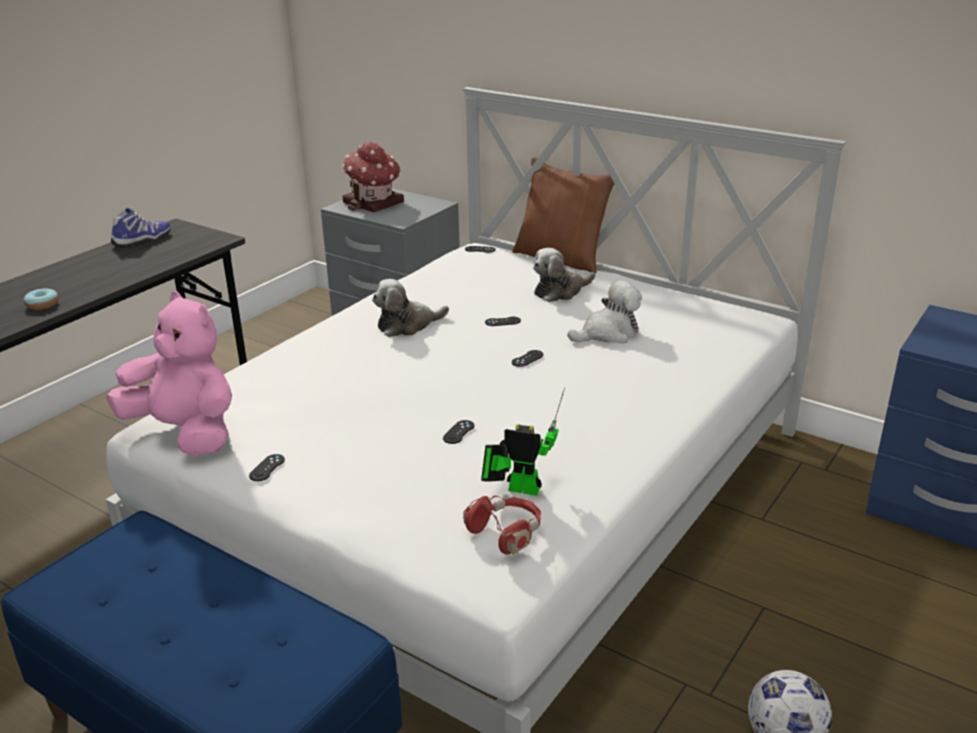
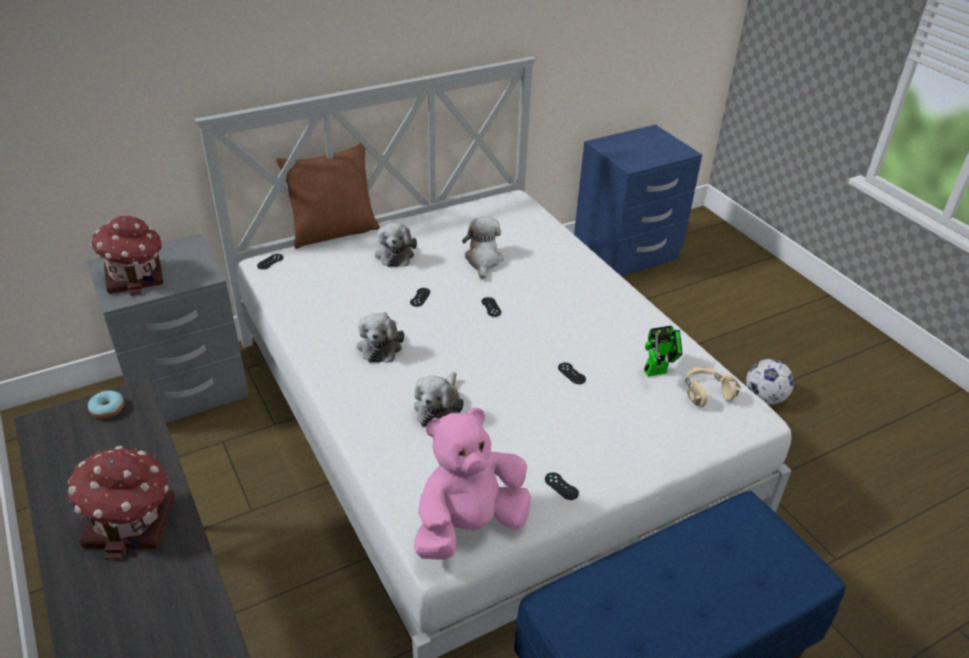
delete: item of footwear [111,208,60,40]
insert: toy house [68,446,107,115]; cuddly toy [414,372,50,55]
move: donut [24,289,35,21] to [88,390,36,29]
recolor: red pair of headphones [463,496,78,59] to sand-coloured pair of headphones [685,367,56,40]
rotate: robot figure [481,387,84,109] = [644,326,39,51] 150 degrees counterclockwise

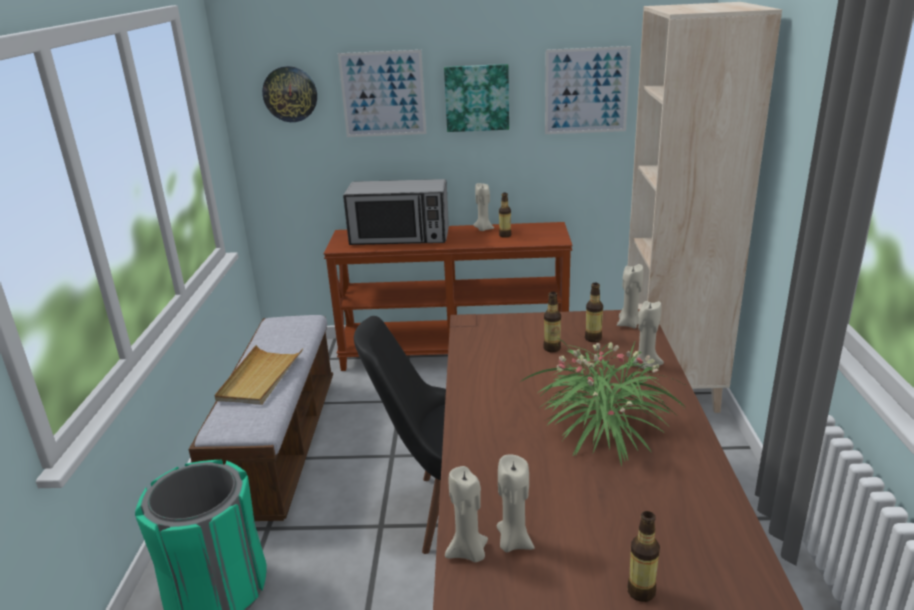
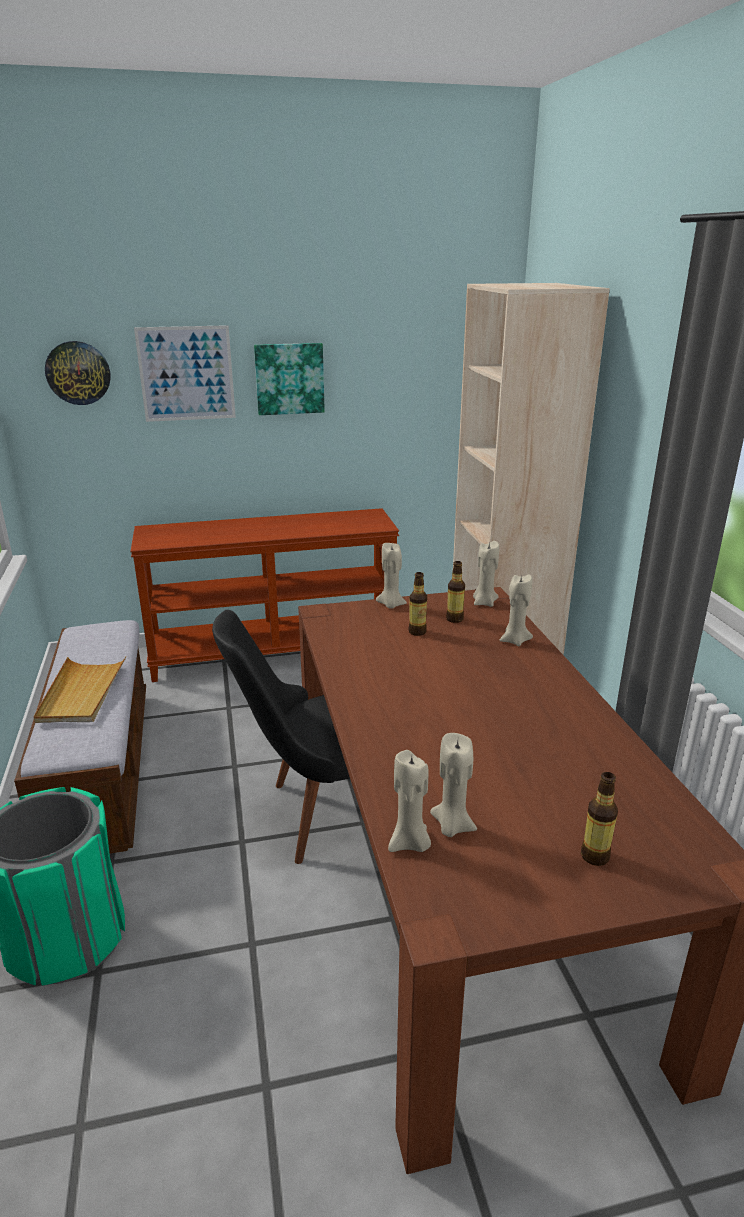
delete: microwave [343,179,106,66]; beverage bottle [499,193,12,45]; plant in a pot [520,338,165,128]; wall picture [545,46,86,88]
move: sand-coloured wax light [473,183,21,48] to [376,543,31,66]

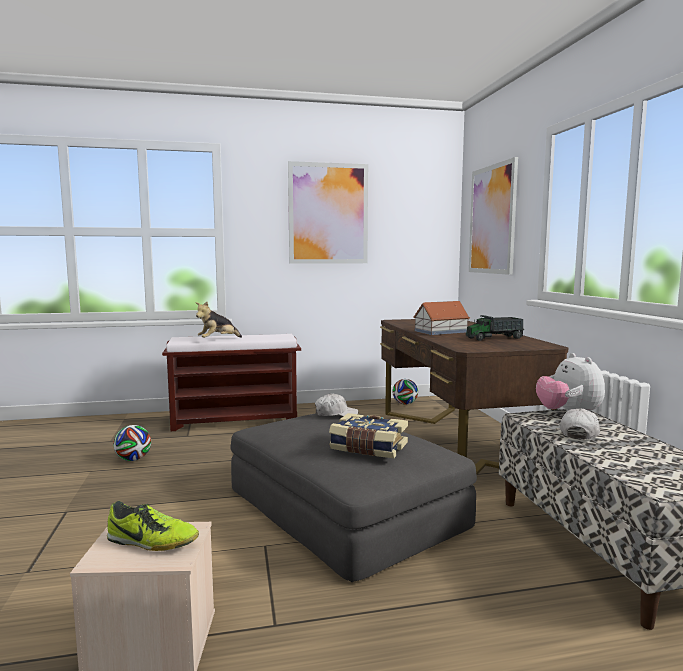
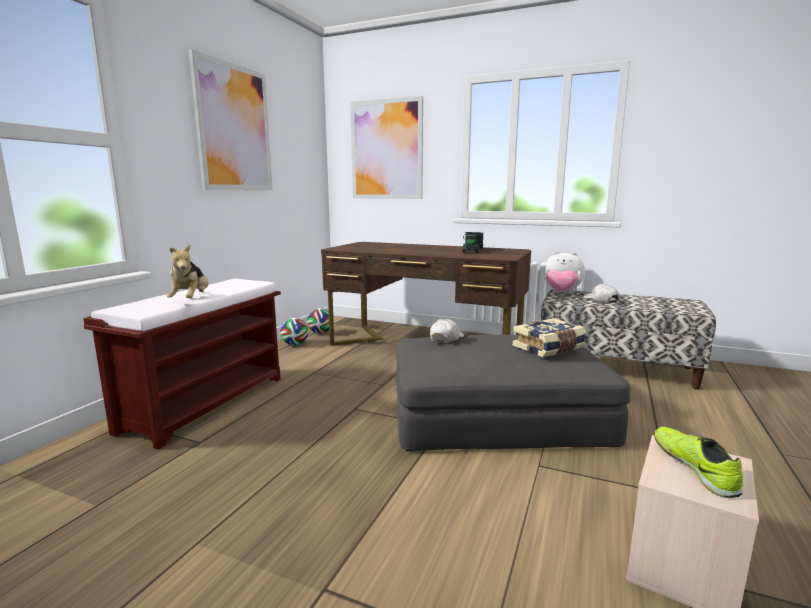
delete: toy house [413,301,57,34]
move: football [113,425,38,36] to [280,318,29,27]
rotate: item of footwear [107,501,92,50] = [654,427,89,71] 60 degrees counterclockwise

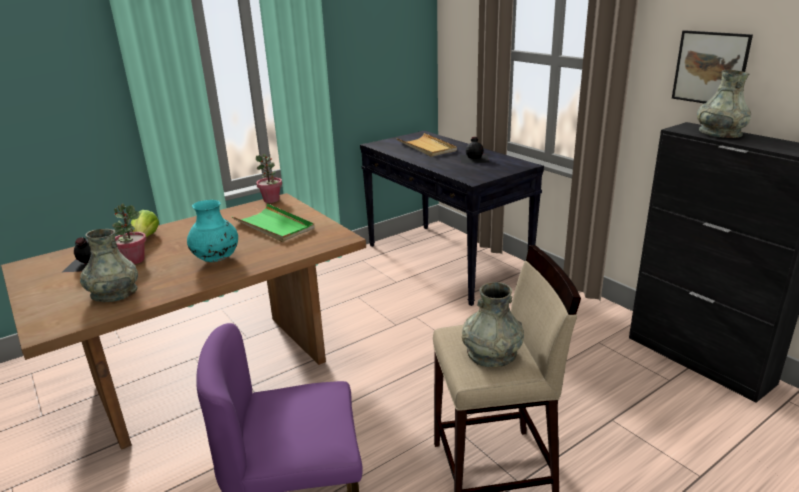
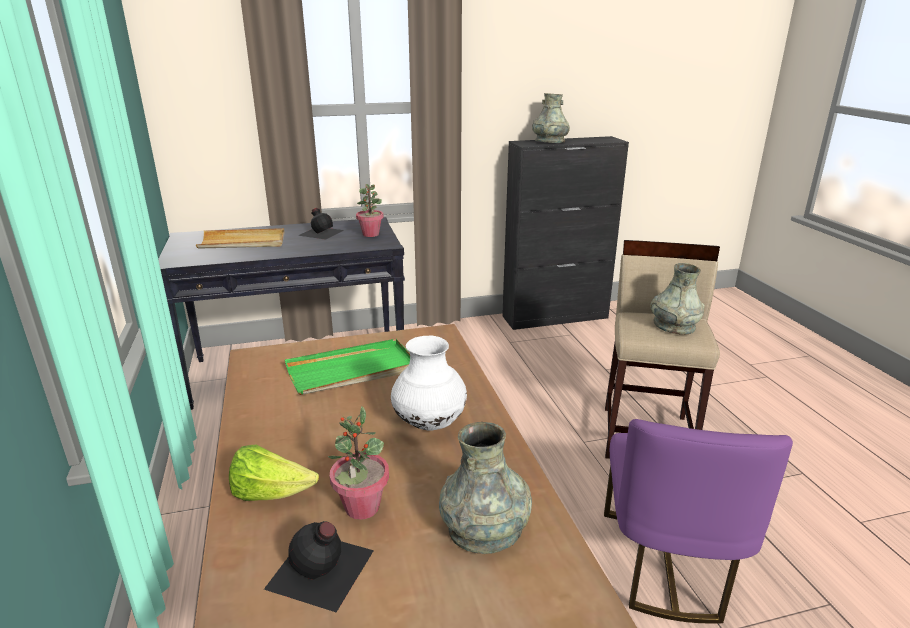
delete: wall picture [672,30,81,73]
move: plant in a pot [256,154,26,49] to [356,184,27,53]
recolor: turquoise-coloured flower vase [187,200,51,62] to whitish flower vase [391,336,76,95]

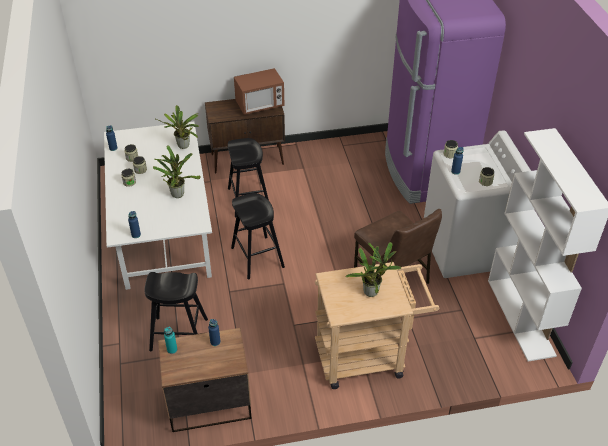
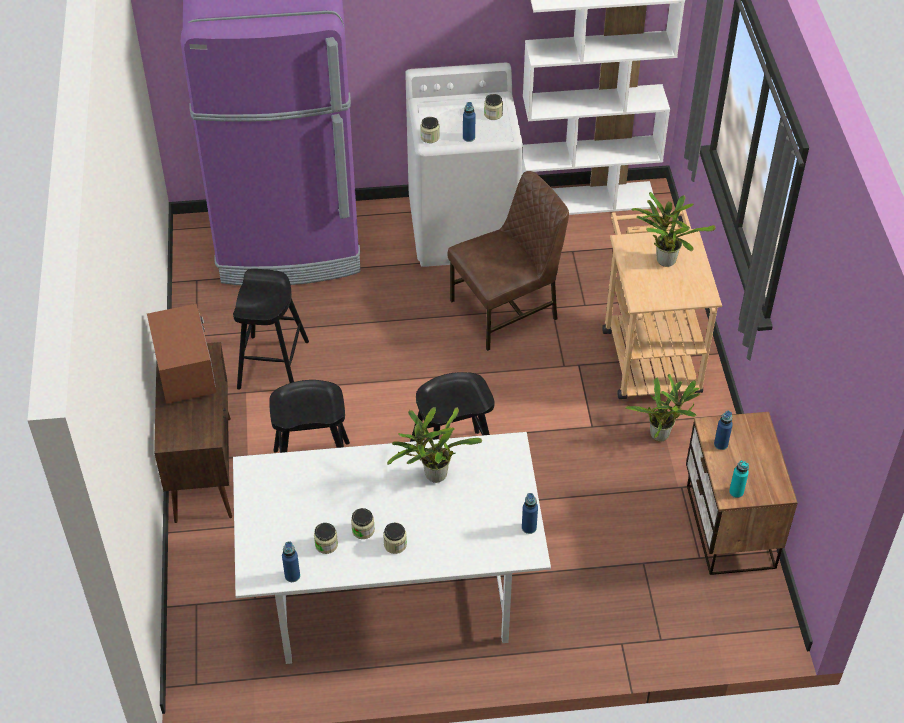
move: black sitting stool [144,272,64,79] to [233,269,76,121]; plant in a pot [154,105,45,44] to [625,374,75,68]

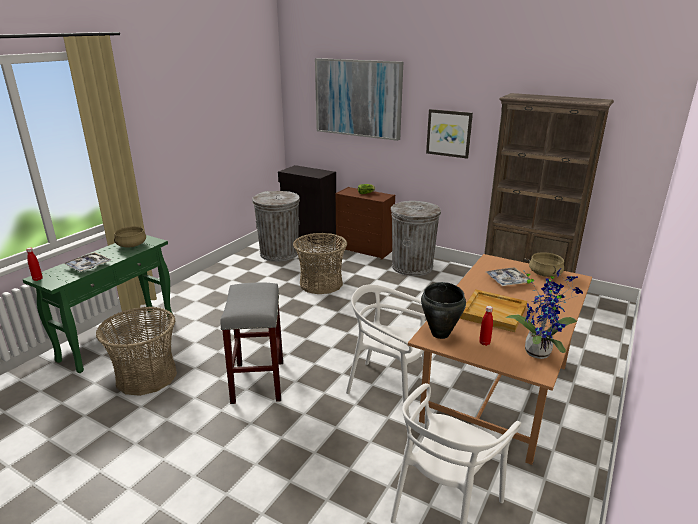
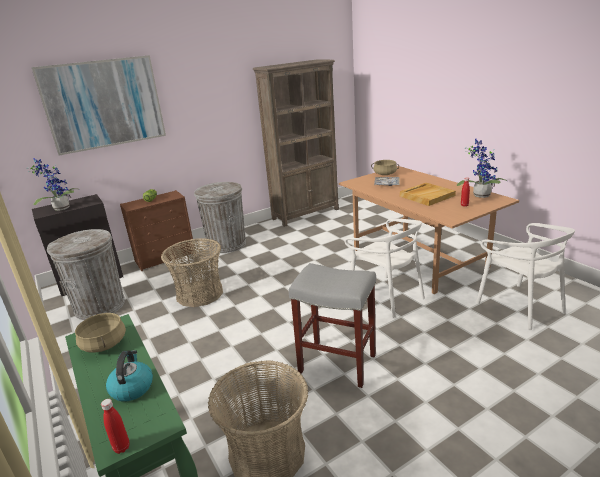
delete: black saucepot [421,282,45,57]; wall picture [426,109,47,50]
insert: plant in a pot [27,158,49,53]
replace: carrying tray [63,252,48,20] to kettle [106,350,47,52]
rotate: whitish upright chair [346,284,80,132] = [344,218,81,99] 90 degrees counterclockwise

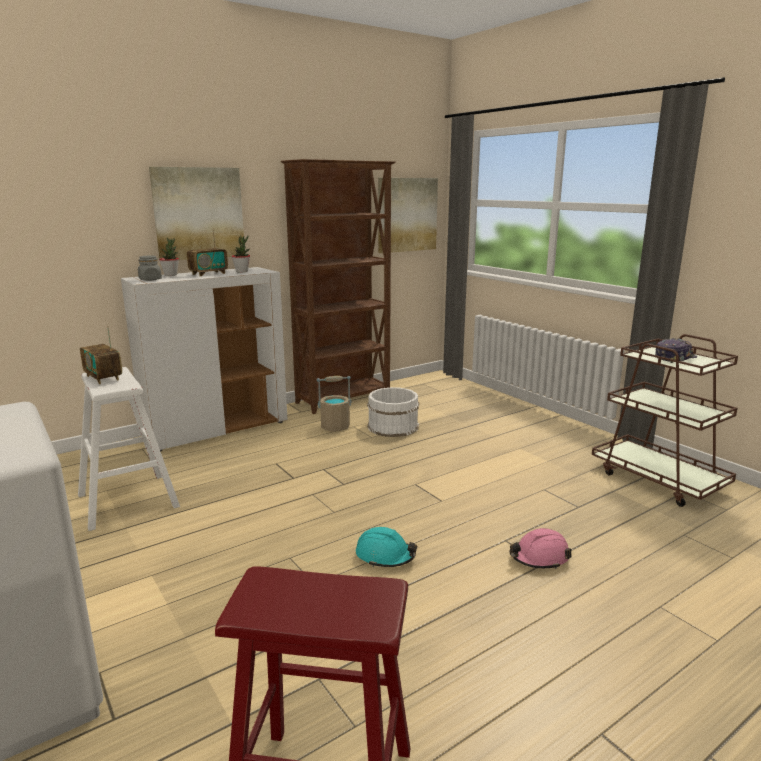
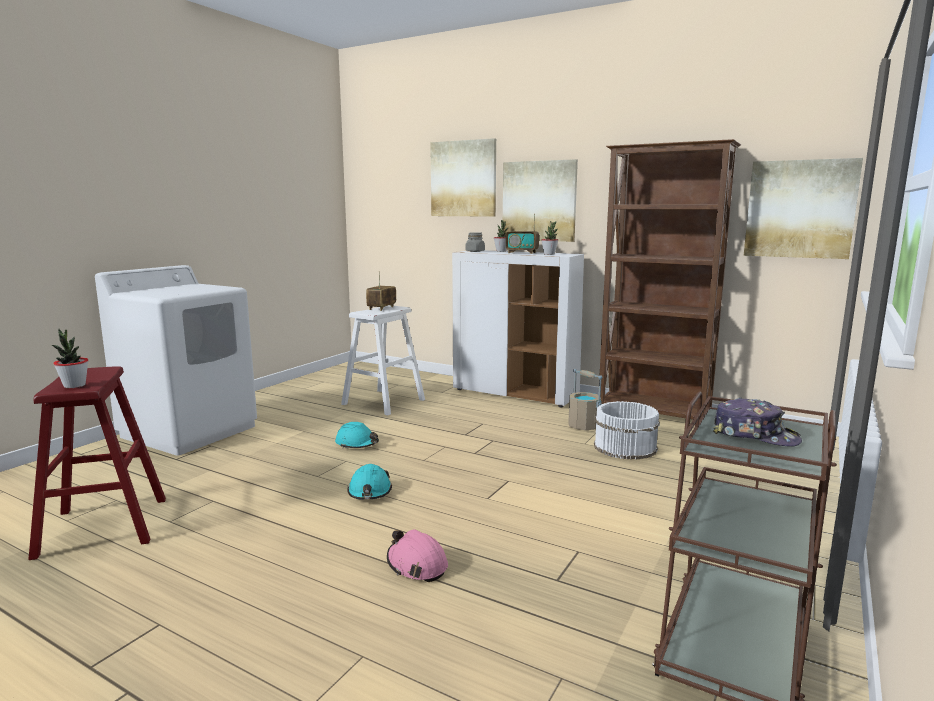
insert: plant in a pot [52,329,36,59]; turquoise-coloured safety helmet [335,422,44,27]; wall picture [430,138,66,79]

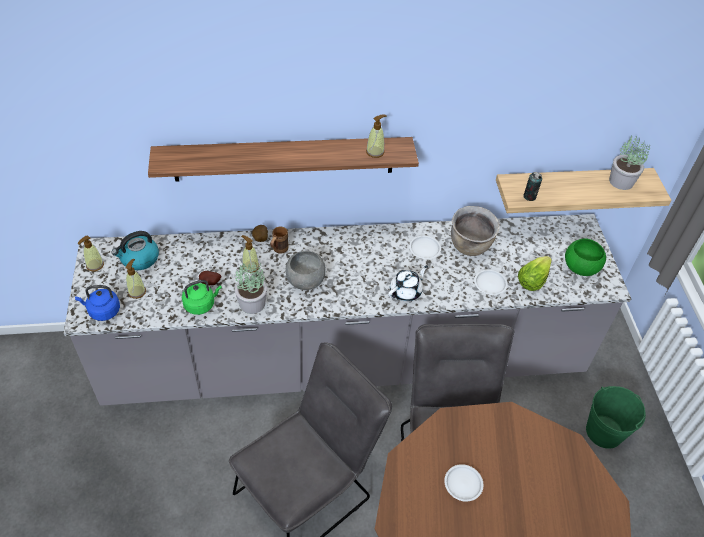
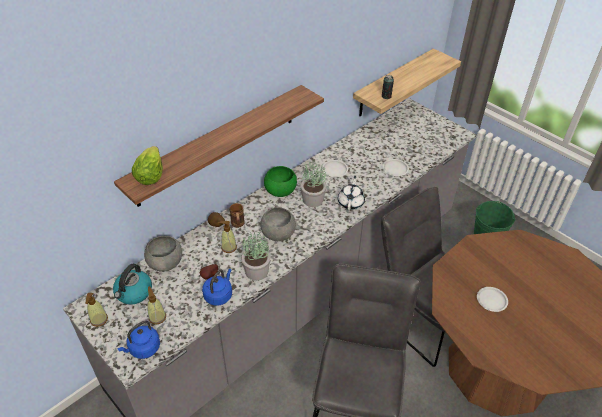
delete: soap bottle [366,115,21,43]; brownish saucepot [451,206,48,50]
insert: gray deep dish [144,236,38,36]
move: lettuce [518,256,34,35] to [132,146,31,39]; green-coloured deep dish [565,238,41,38] to [264,166,33,31]; plant in a pot [609,136,41,54] to [301,163,26,44]
recolor: green-coloured kettle [182,280,40,35] to bluish kettle [202,269,30,37]

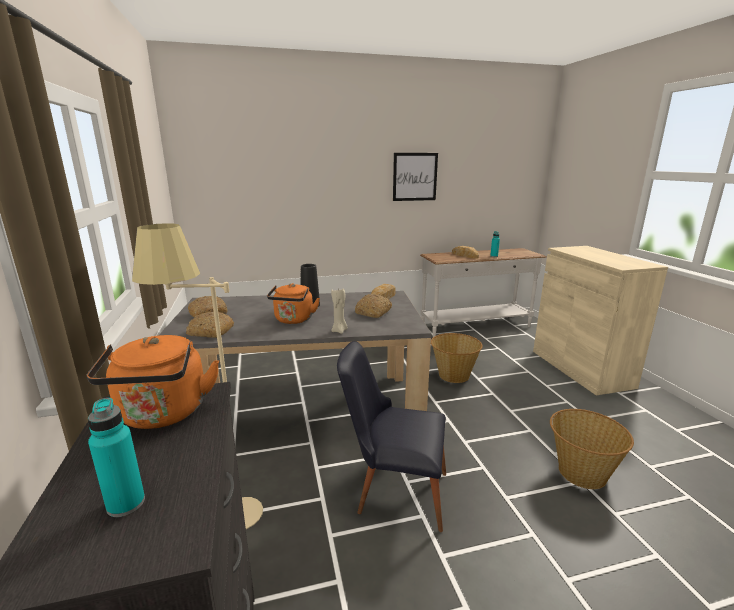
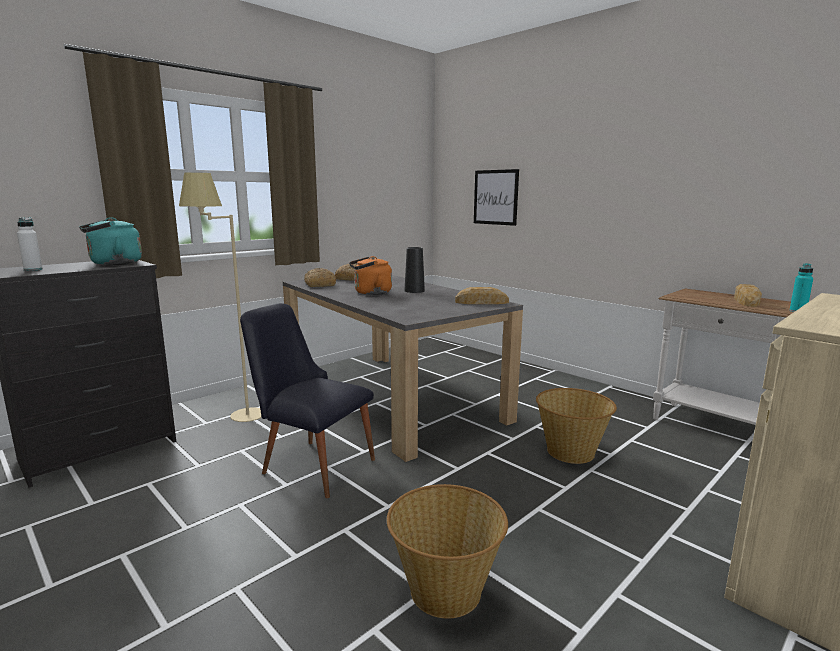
delete: sand-coloured wax light [331,288,17,46]; bread [355,294,37,24]
move: wall picture [393,153,45,48] to [474,169,45,57]
recolor: orange kettle [87,335,132,94] to turquoise-coloured kettle [79,217,63,48]; turquoise-coloured beverage bottle [88,398,57,119] to whitish beverage bottle [17,217,26,54]
rotate: black upright chair [337,341,109,191] = [240,303,135,195] 45 degrees counterclockwise

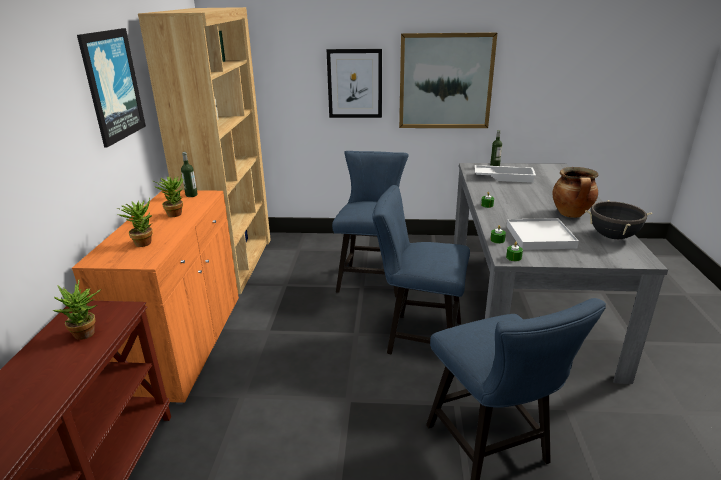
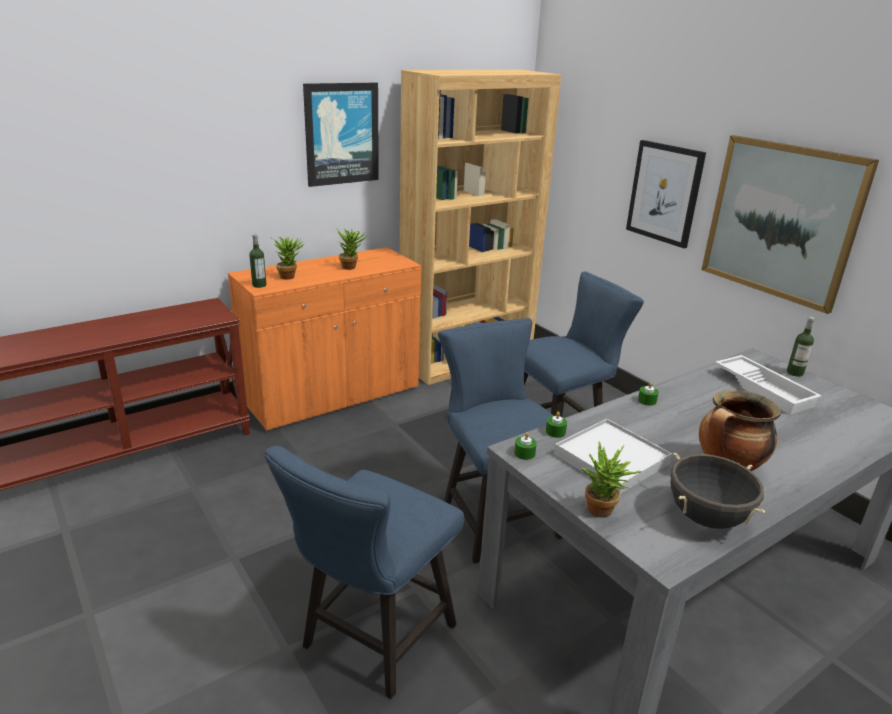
move: plant in a pot [52,279,49,61] to [581,441,61,77]; beverage bottle [181,152,17,45] to [249,234,17,54]

